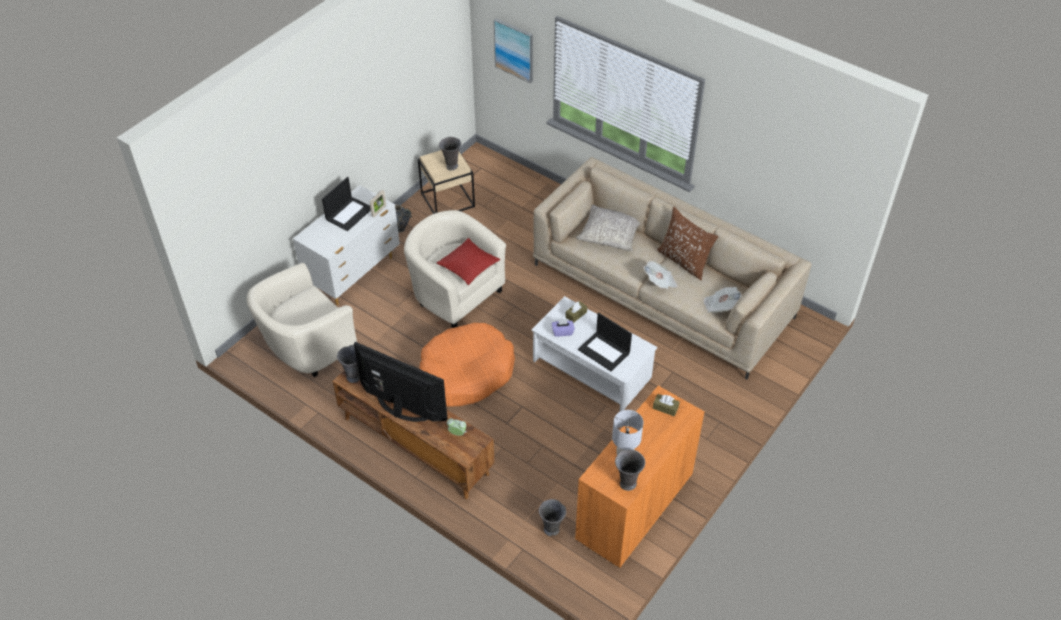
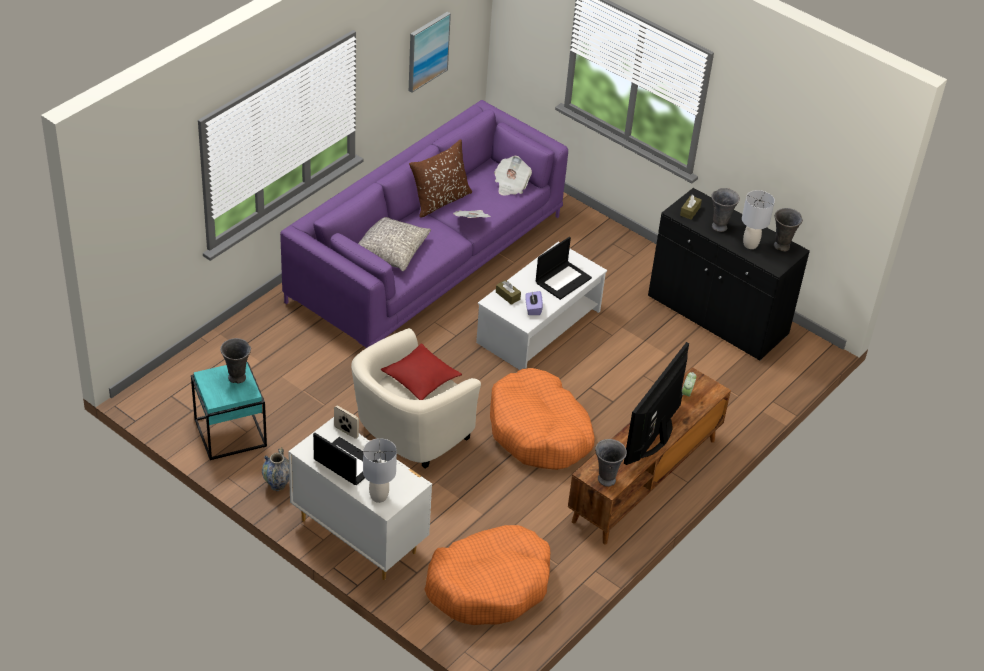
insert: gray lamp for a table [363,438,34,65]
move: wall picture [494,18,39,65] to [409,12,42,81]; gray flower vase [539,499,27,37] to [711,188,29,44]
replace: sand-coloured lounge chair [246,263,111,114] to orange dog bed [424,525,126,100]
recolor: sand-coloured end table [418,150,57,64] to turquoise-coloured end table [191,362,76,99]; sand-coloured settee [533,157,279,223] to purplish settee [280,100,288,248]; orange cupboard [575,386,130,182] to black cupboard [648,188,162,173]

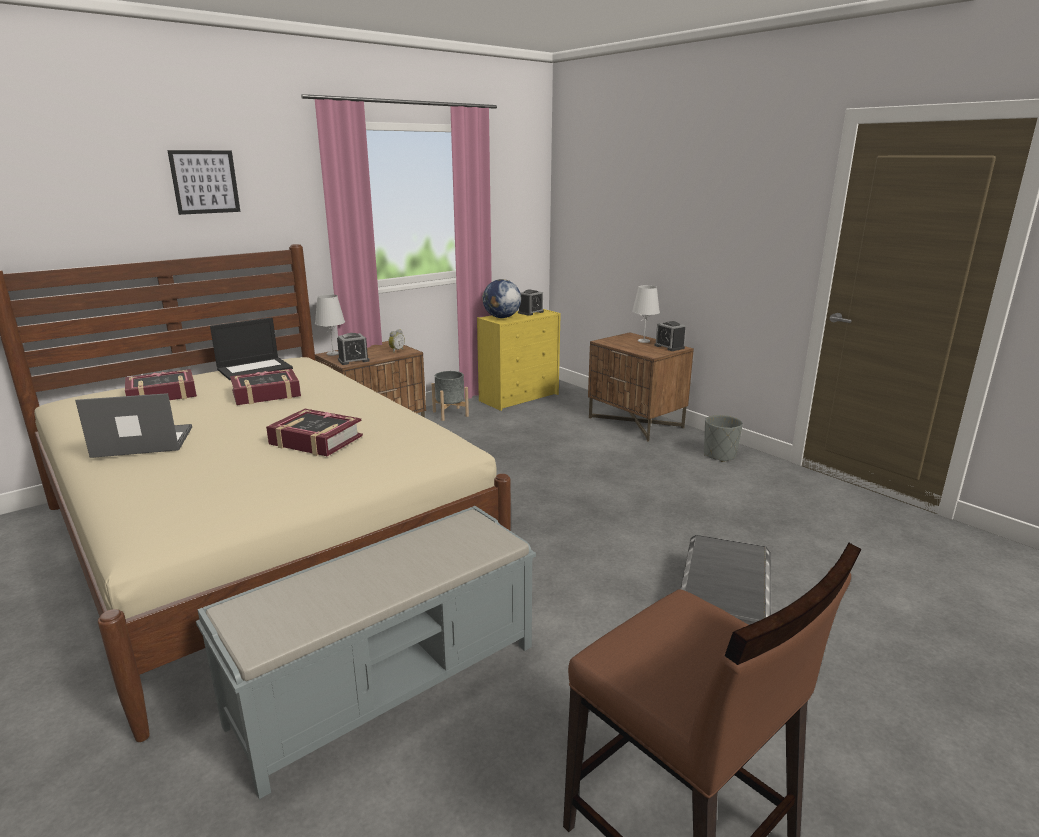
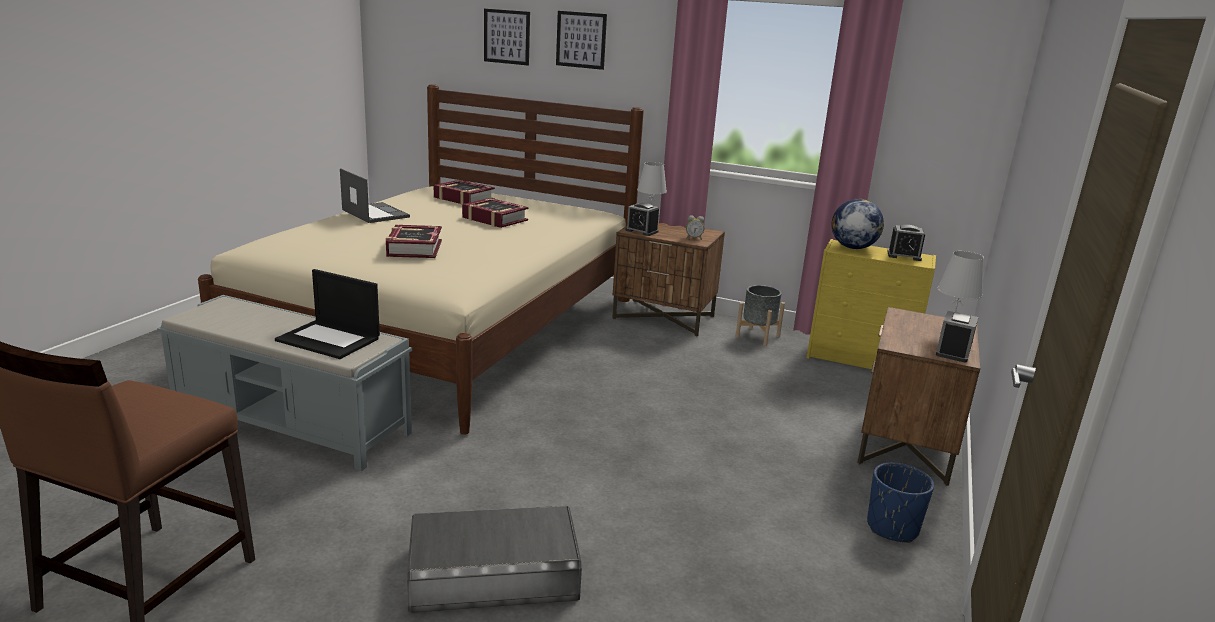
insert: wall picture [484,9,46,56]
move: laptop [210,317,83,63] to [275,269,105,90]
recolor: gray planter [704,415,39,47] to bluish planter [867,462,67,81]

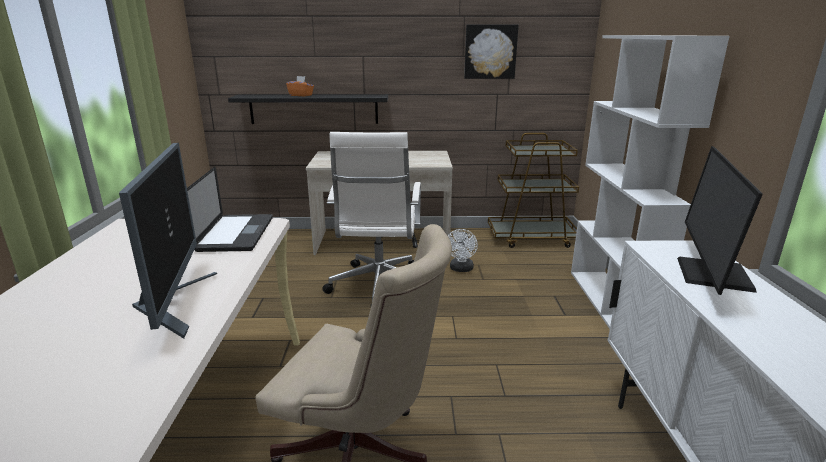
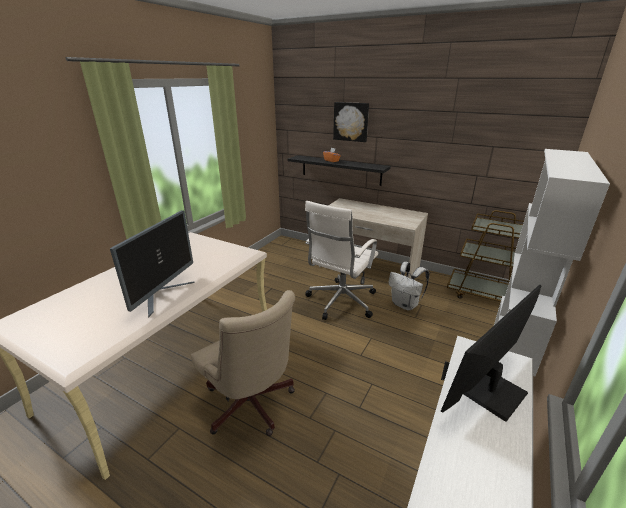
delete: laptop [187,167,86,85]
move: wall picture [464,25,55,54] to [333,102,36,40]
replace: whitish fan [448,229,30,43] to whitish knapsack [388,262,41,49]

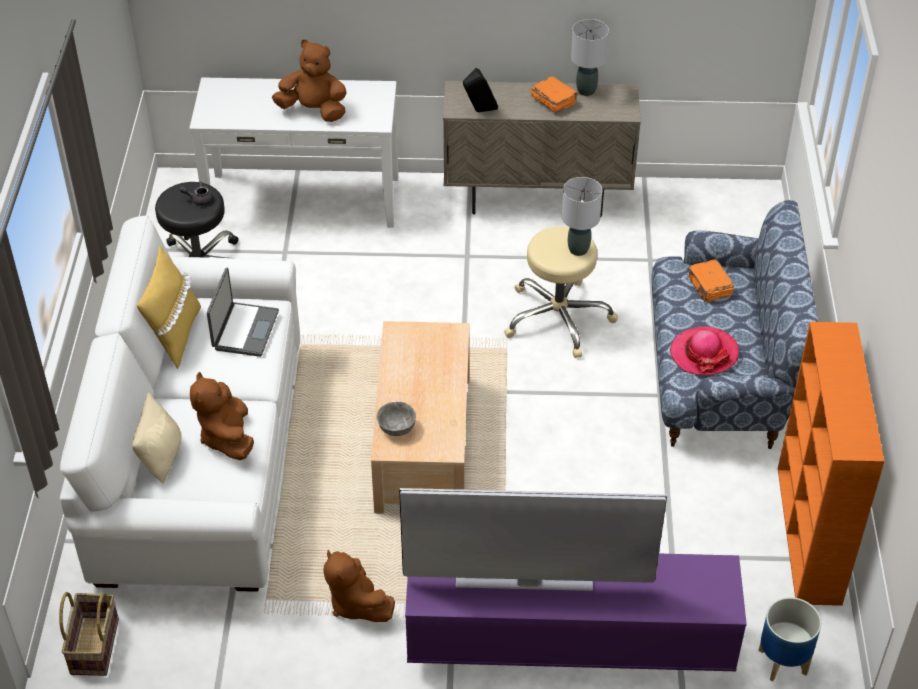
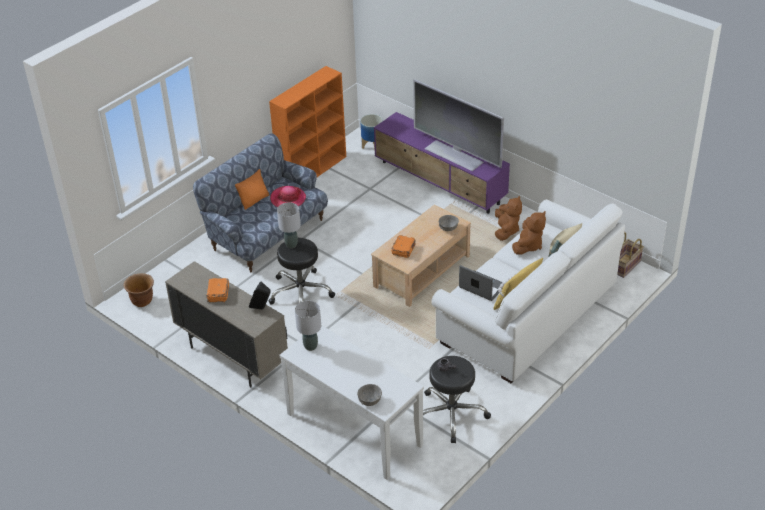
delete: brownish cuddly toy [272,39,75,83]
insert: brownish planter [124,273,30,34]; orange cushion [235,169,34,41]; gray deep dish [357,384,25,22]
move: gray lamp for a table [571,19,38,77] to [295,301,26,50]; orange volume [688,260,46,42] to [391,235,25,23]
recolor: sand-coloured sitting stool [504,226,114,132] to black sitting stool [269,238,66,66]
rotate: laptop [207,268,72,89] = [459,265,43,36] 75 degrees clockwise

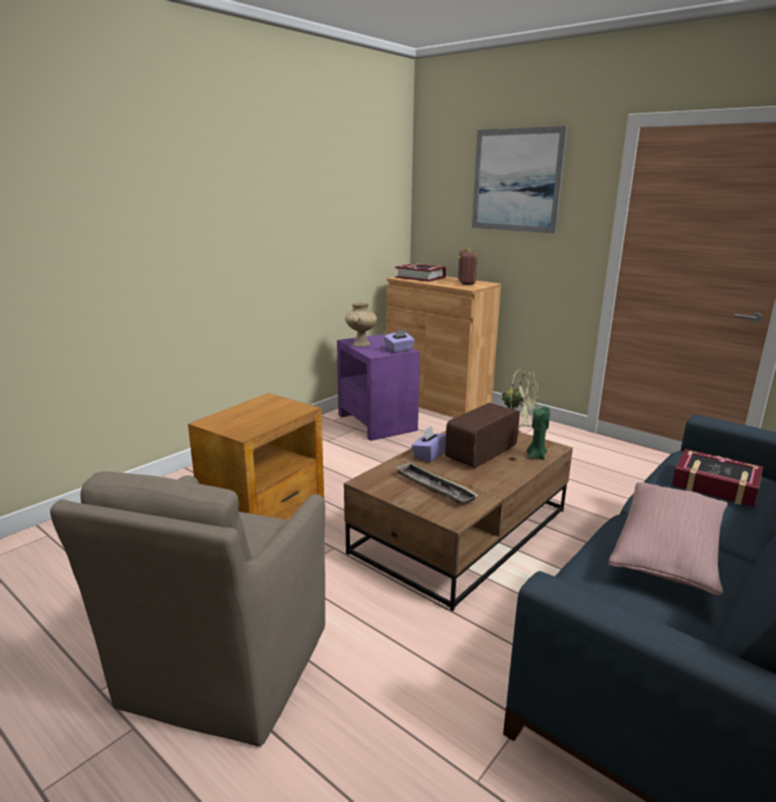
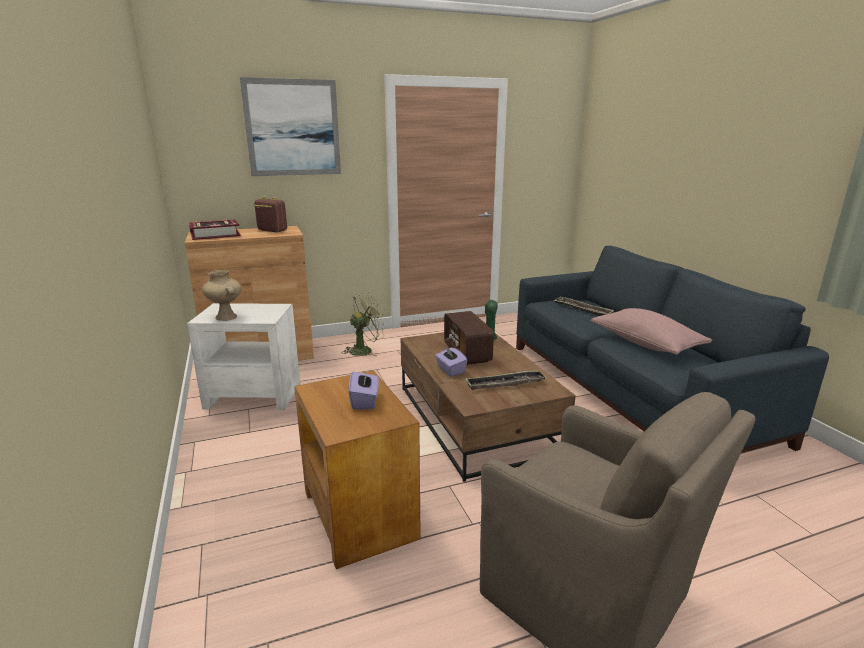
move: purplish tissue holder [384,330,31,23] to [349,368,30,42]
replace: volume [672,449,91,58] to carrying tray [554,297,60,19]
recolor: purplish end table [337,334,83,107] to whitish end table [187,303,113,107]

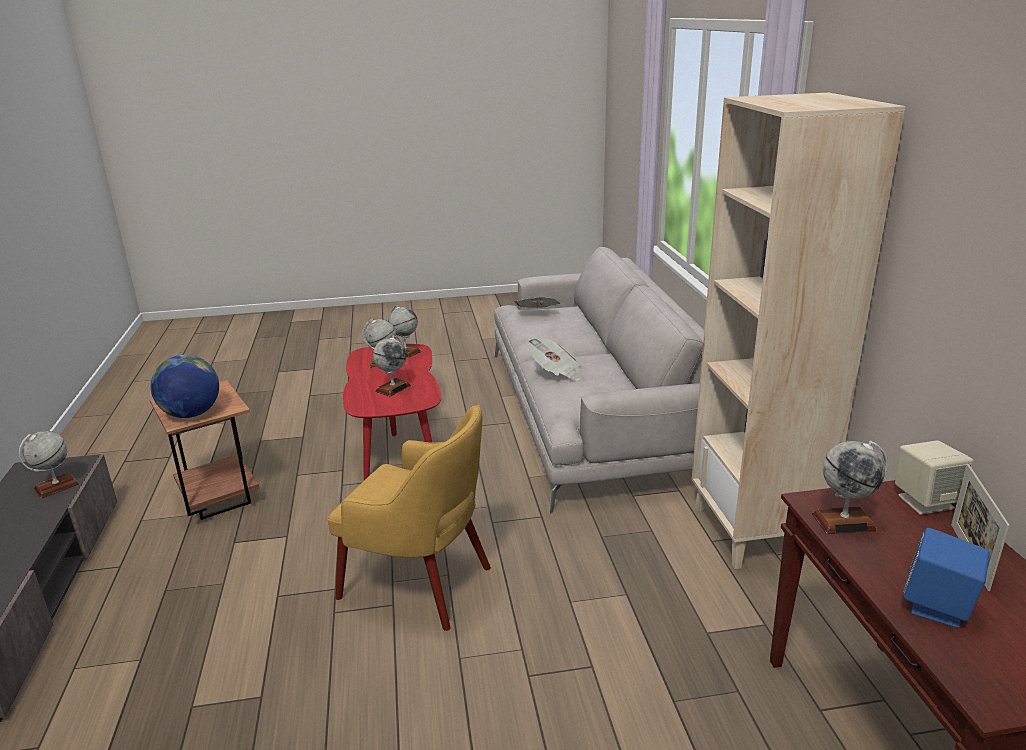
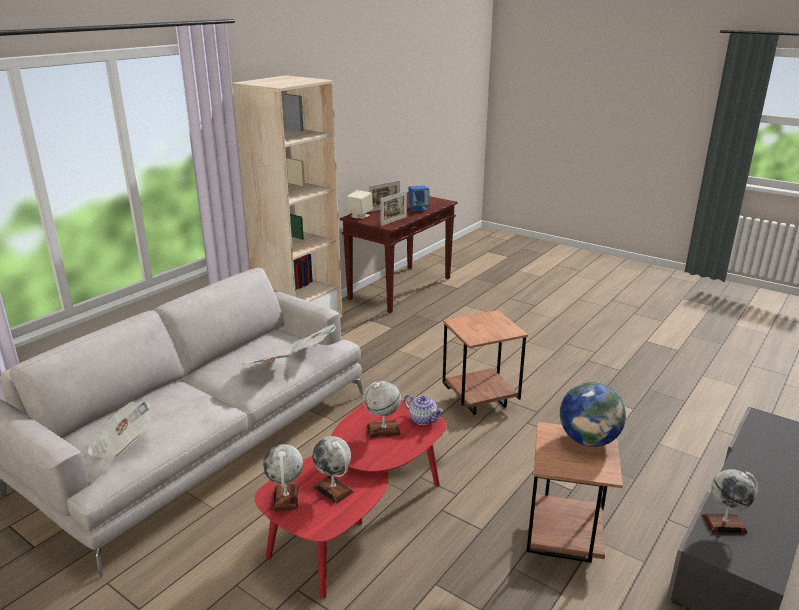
insert: daily paper [289,324,47,30]; teapot [404,394,39,31]
replace: yellowish lounge chair [328,405,163,226] to brownish end table [443,310,85,105]; desk globe [812,441,76,93] to standing frame [380,191,27,35]

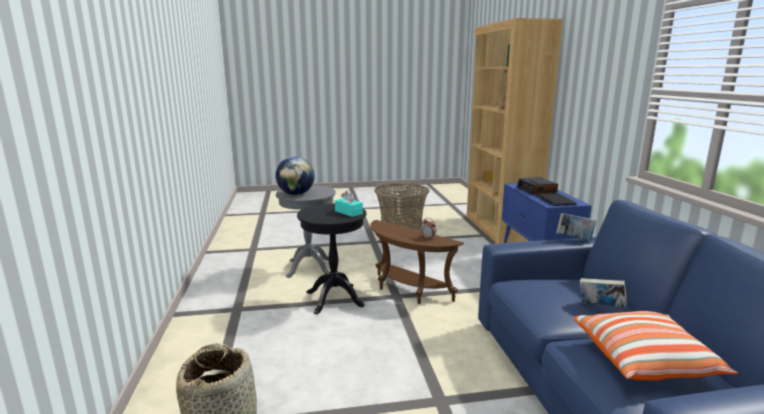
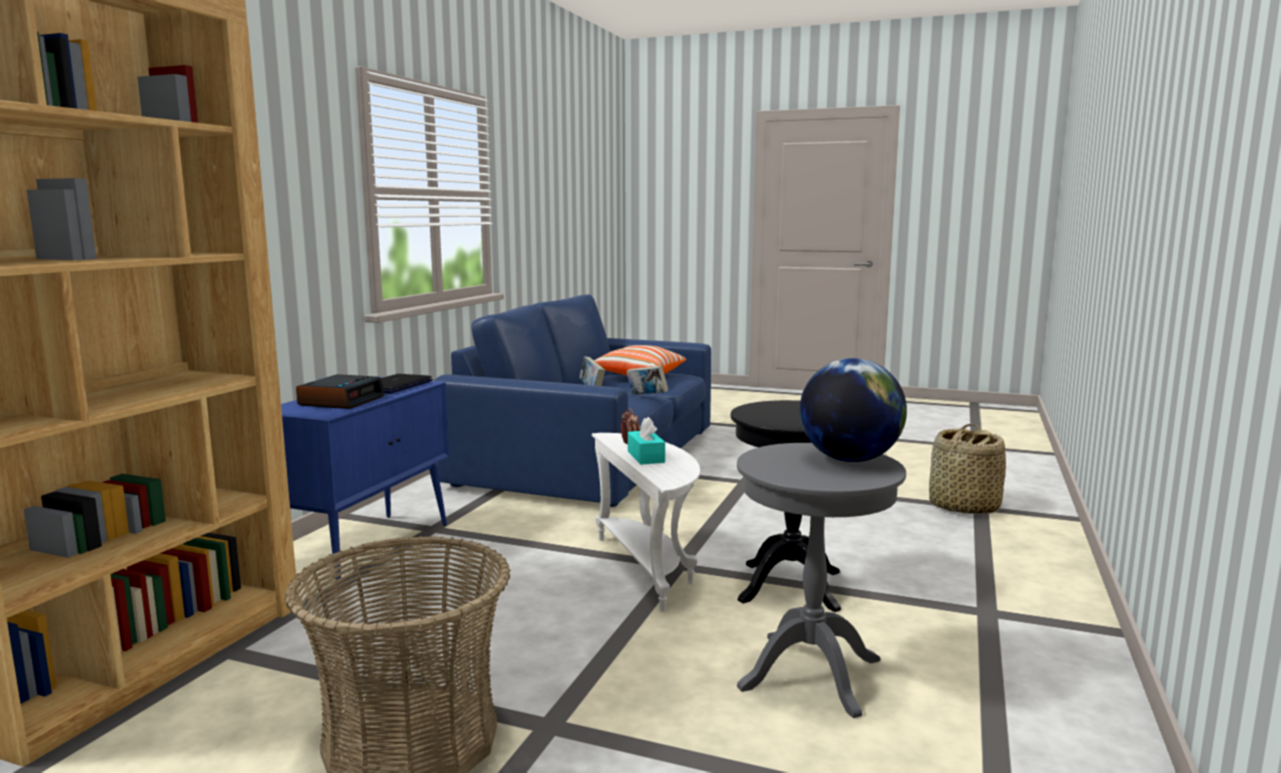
move: turquoise-coloured tissue holder [335,191,28,26] to [628,417,37,48]; volume [556,213,40,28] to [626,366,42,29]
recolor: brownish end table [370,220,94,84] to whitish end table [592,433,108,179]

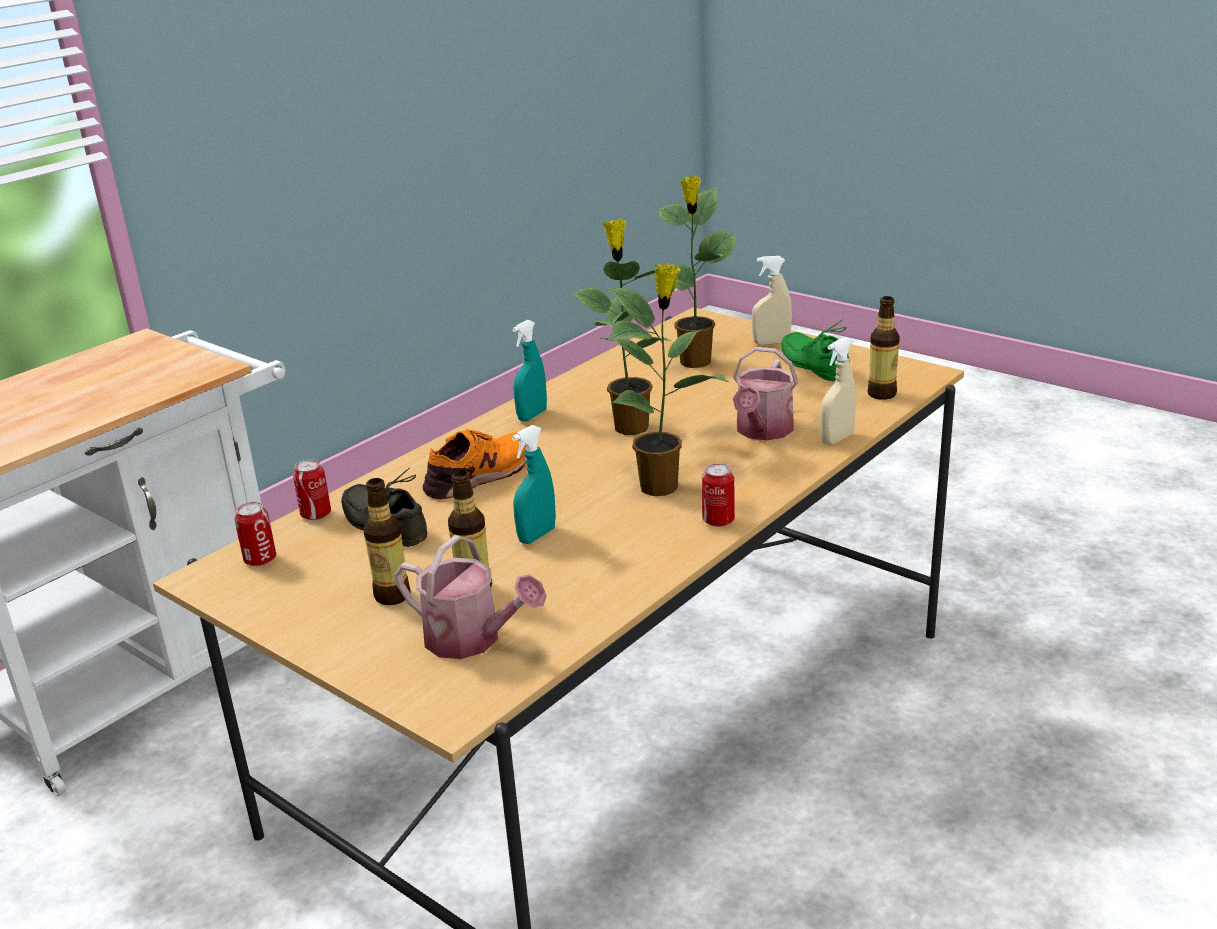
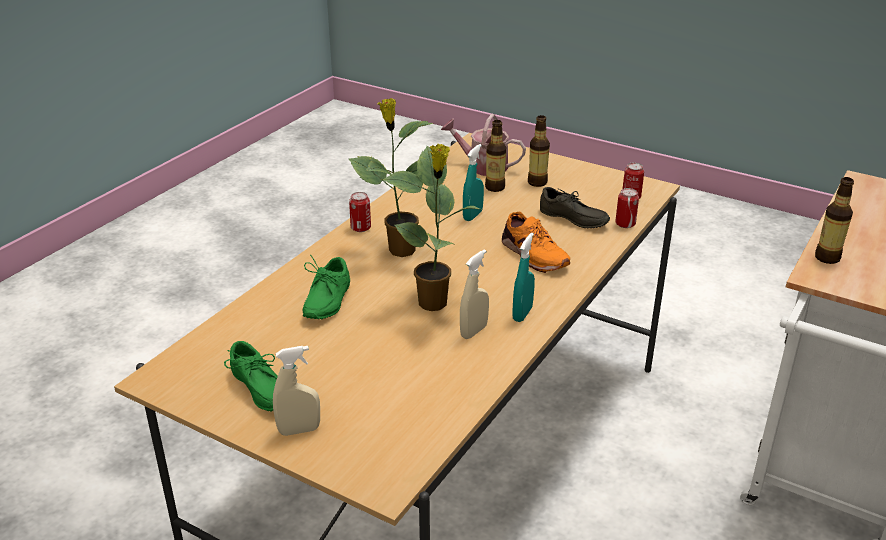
delete: plant in a pot [650,176,86,192]
move: sand-coloured spray bottle [820,338,36,107] to [460,249,29,90]; beverage bottle [868,296,32,104] to [815,177,39,87]
replace: sprinkling can [733,347,65,93] to green-coloured item of footwear [303,255,47,64]
rotate: orange item of footwear [423,429,104,71] = [502,211,68,62] 75 degrees counterclockwise

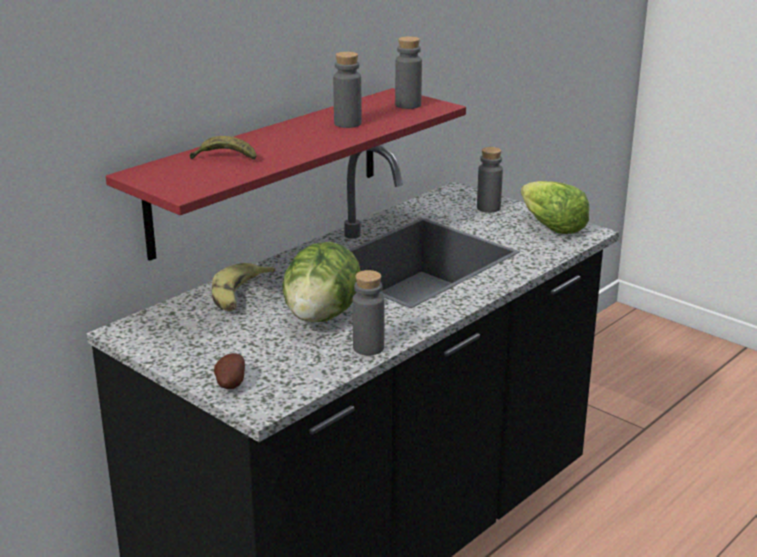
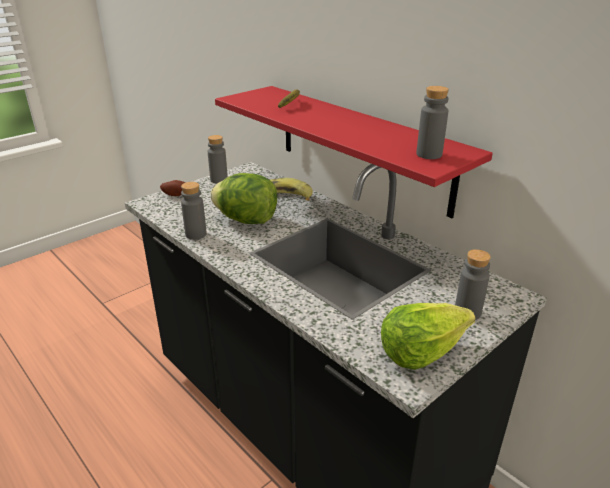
move: gray beverage bottle [333,52,29,76] to [208,135,20,48]

